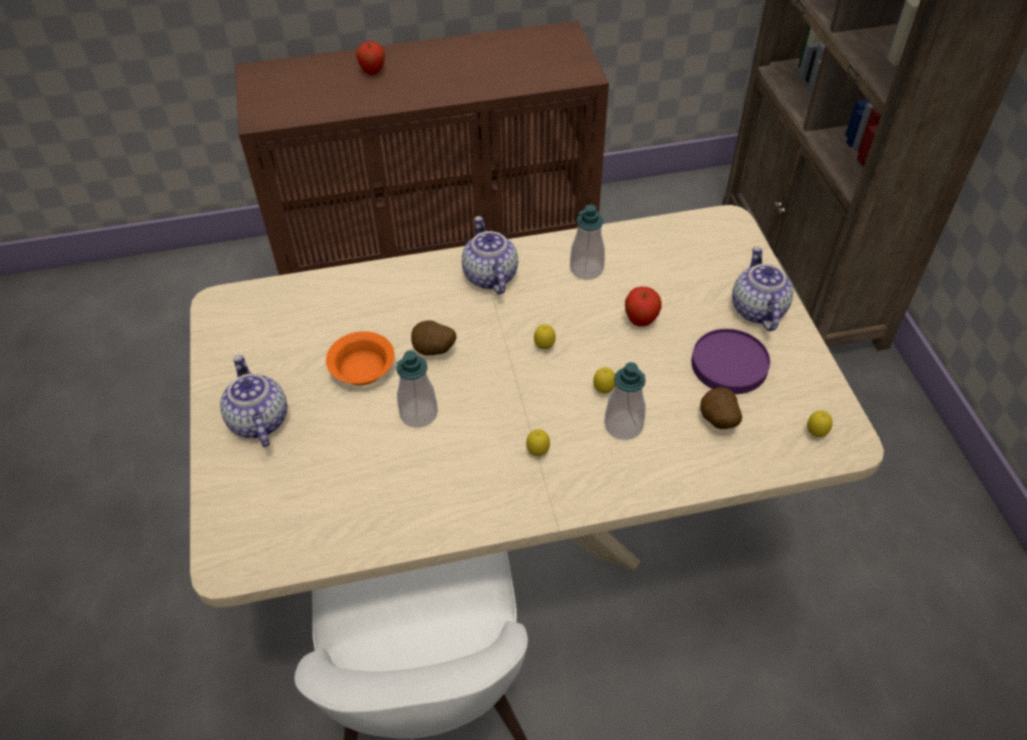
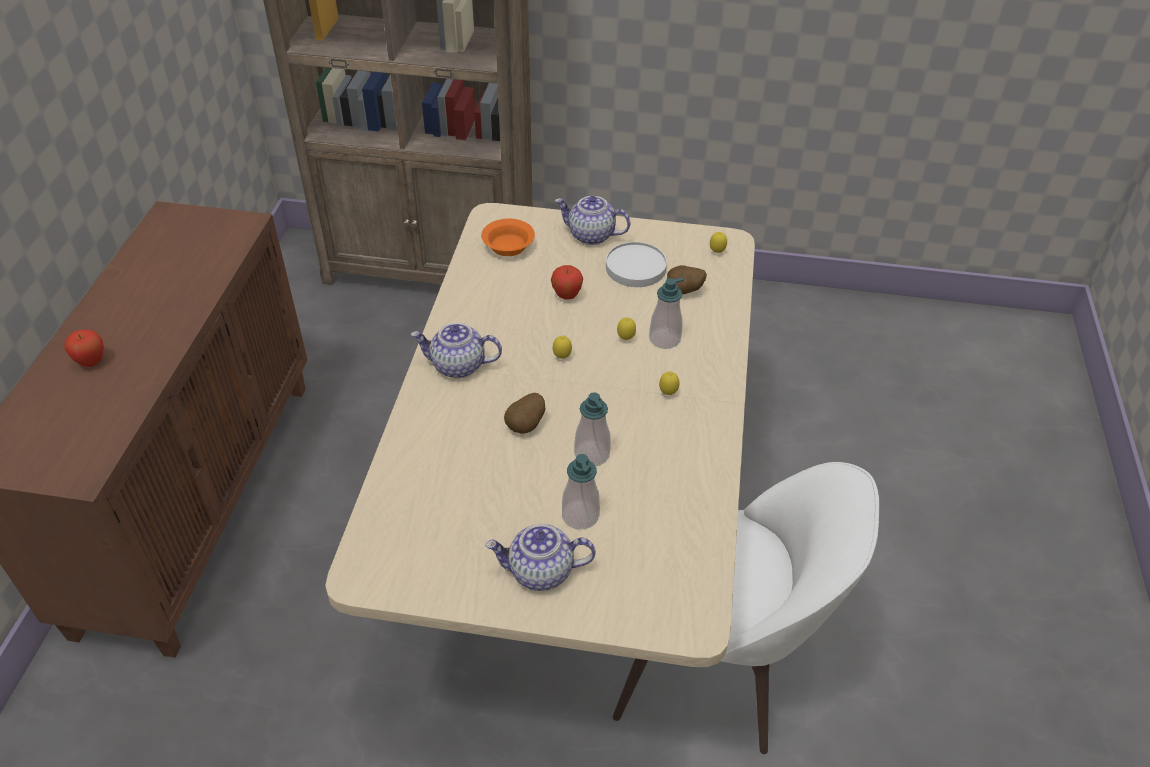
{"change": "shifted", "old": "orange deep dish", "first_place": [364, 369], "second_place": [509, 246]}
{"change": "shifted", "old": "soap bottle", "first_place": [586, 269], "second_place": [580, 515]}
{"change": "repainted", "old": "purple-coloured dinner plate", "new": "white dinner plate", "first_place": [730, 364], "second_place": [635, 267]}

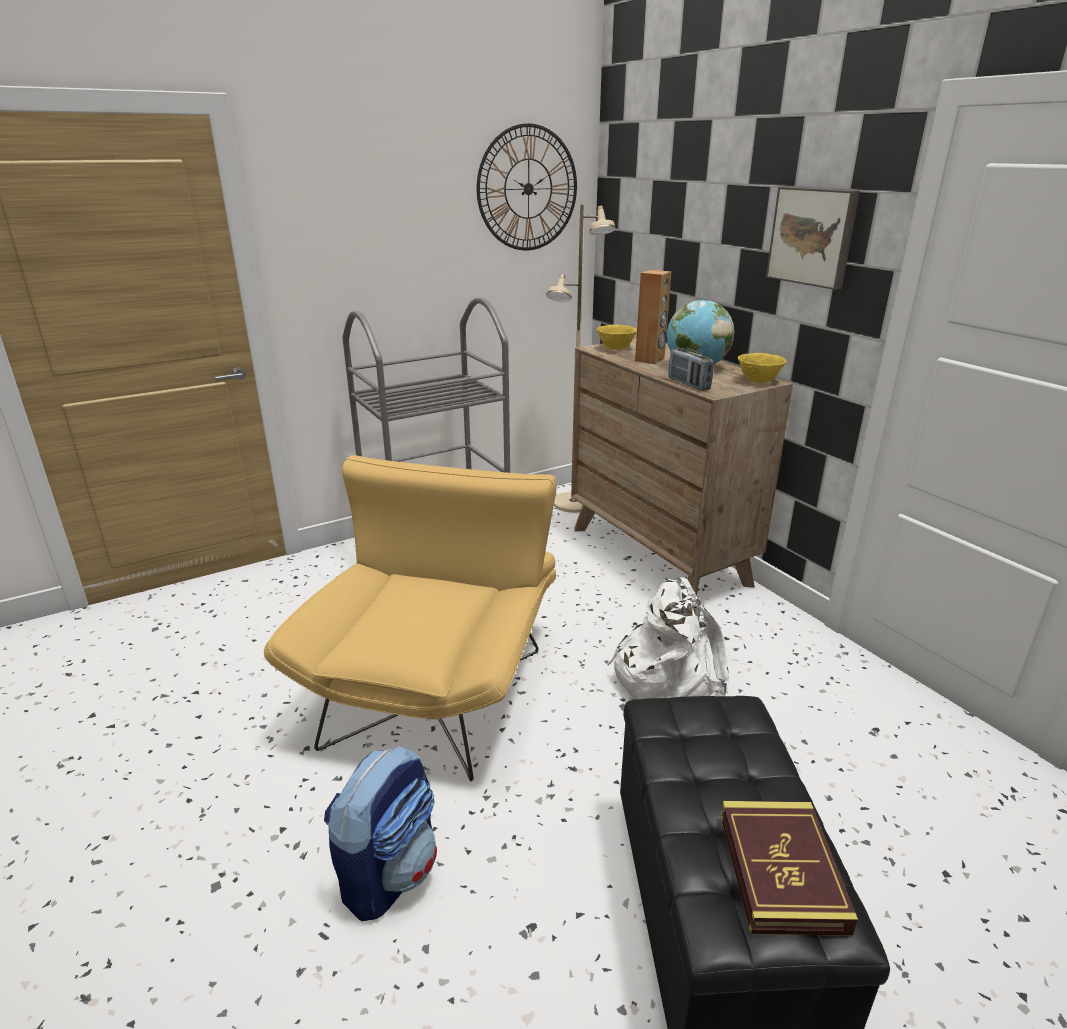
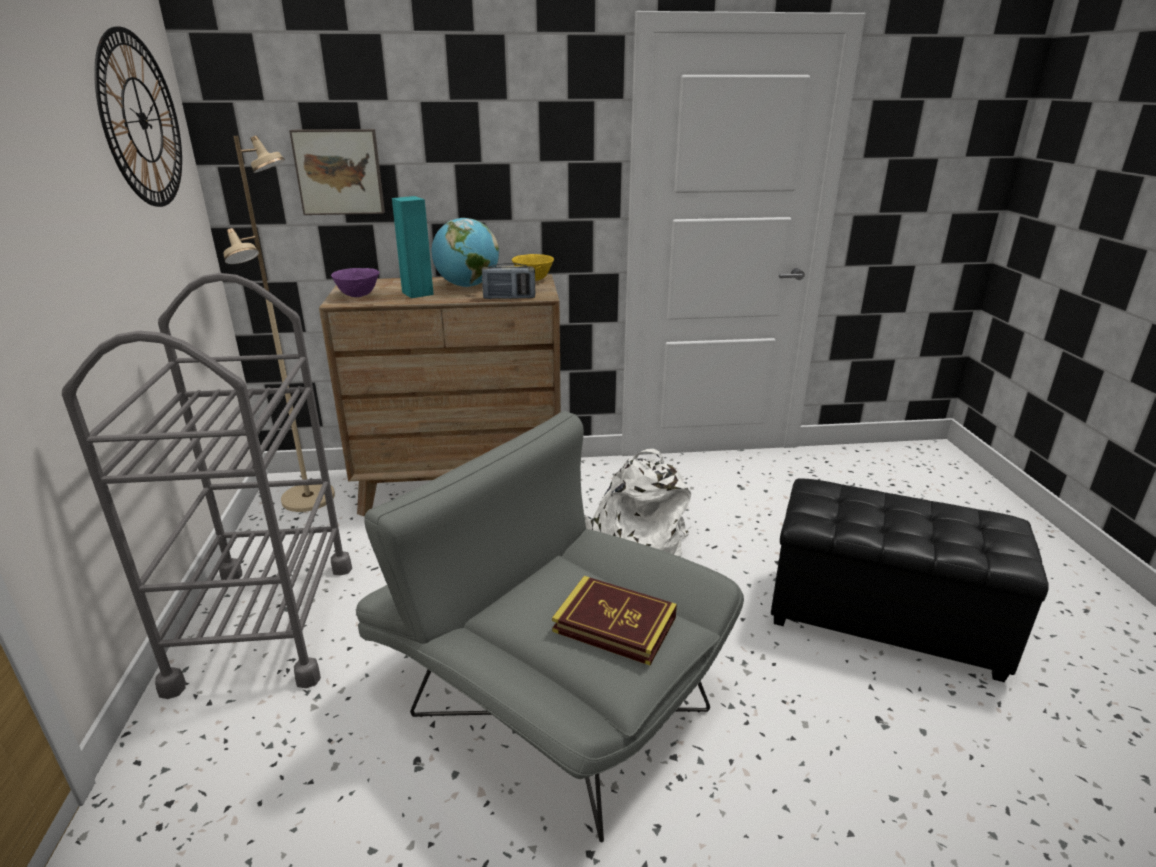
{"change": "shifted", "old": "picture", "first_place": [813, 236], "second_place": [339, 172]}
{"change": "repainted", "old": "yellow-coloured deep dish", "new": "purple-coloured deep dish", "first_place": [615, 349], "second_place": [358, 296]}
{"change": "repainted", "old": "yellow-coloured armchair", "new": "greyish armchair", "first_place": [438, 683], "second_place": [546, 696]}
{"change": "repainted", "old": "brownish audio speaker", "new": "turquoise audio speaker", "first_place": [650, 360], "second_place": [418, 293]}
{"change": "shifted", "old": "book", "first_place": [781, 870], "second_place": [614, 624]}
{"change": "gone", "old": "rucksack", "first_place": [389, 872]}

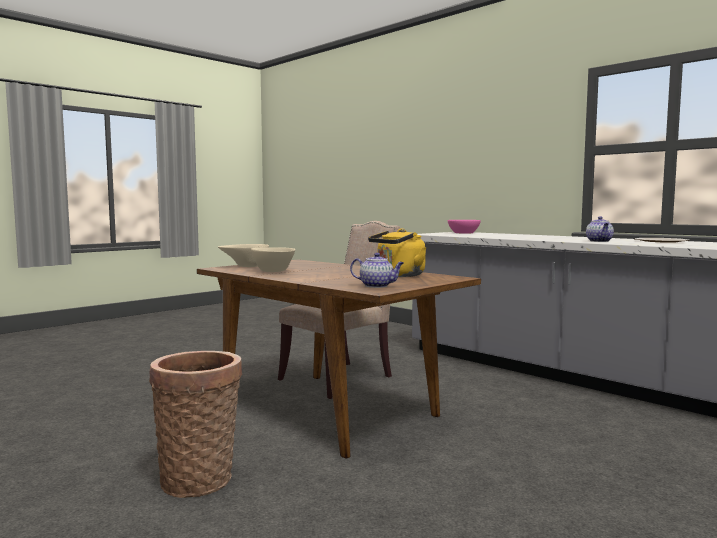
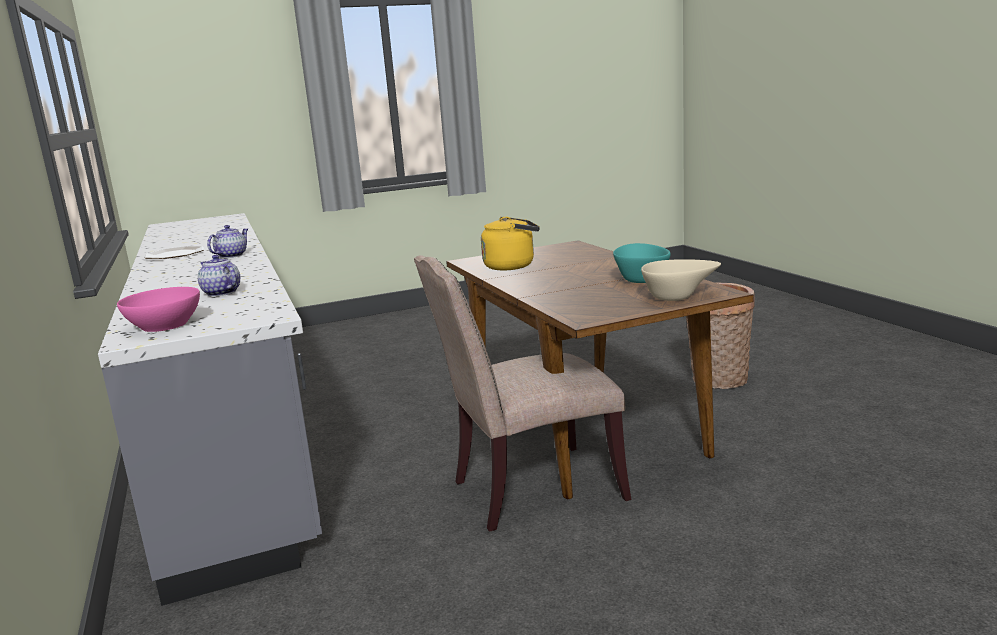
{"change": "shifted", "old": "teapot", "first_place": [377, 286], "second_place": [221, 293]}
{"change": "repainted", "old": "beige-coloured deep dish", "new": "turquoise deep dish", "first_place": [274, 271], "second_place": [641, 279]}

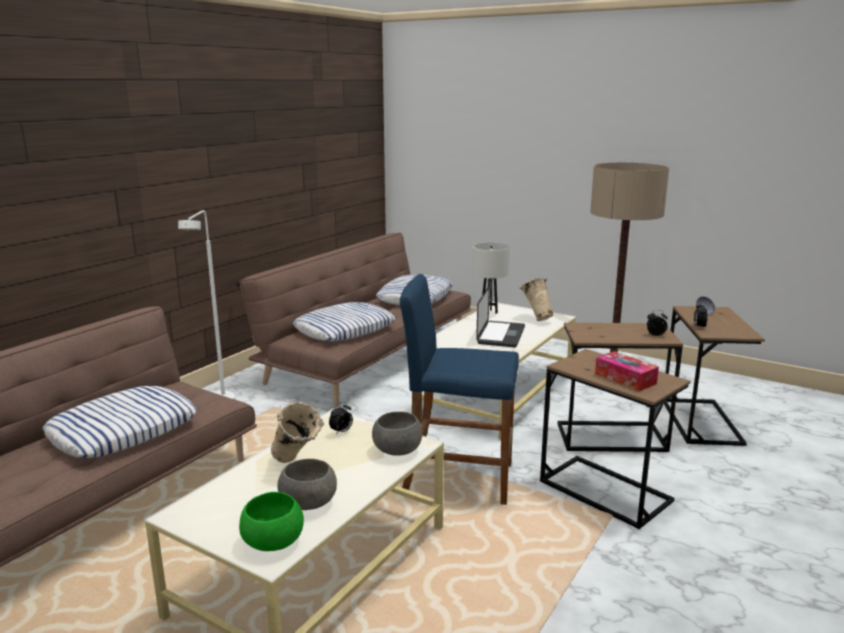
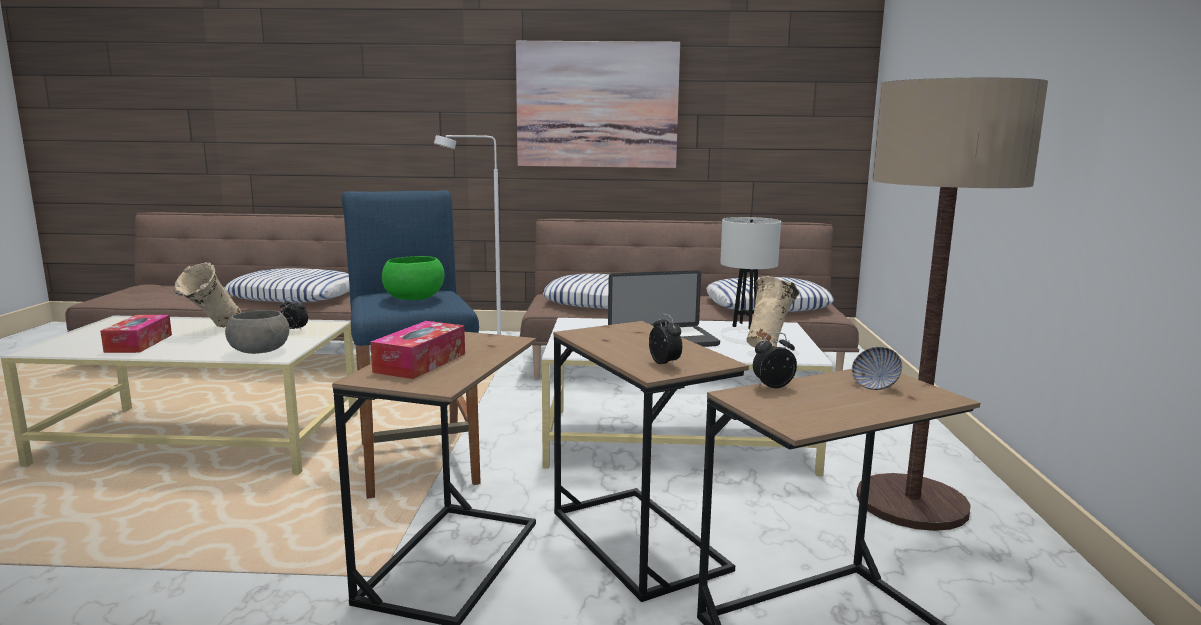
{"change": "swapped", "old": "greyish deep dish", "new": "tissue holder", "first_place": [309, 502], "second_place": [139, 343]}
{"change": "shifted", "old": "greenish deep dish", "first_place": [272, 541], "second_place": [414, 298]}
{"change": "new", "new": "picture", "second_place": [597, 105]}

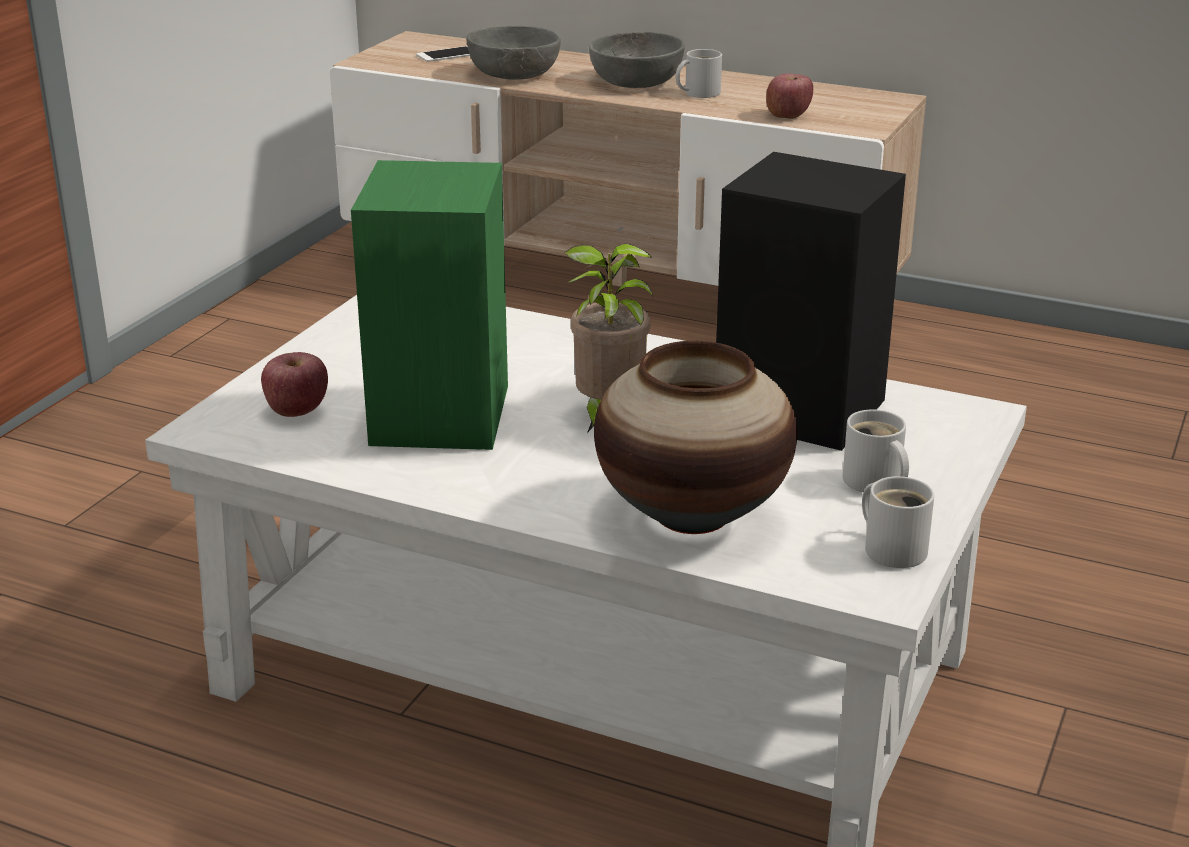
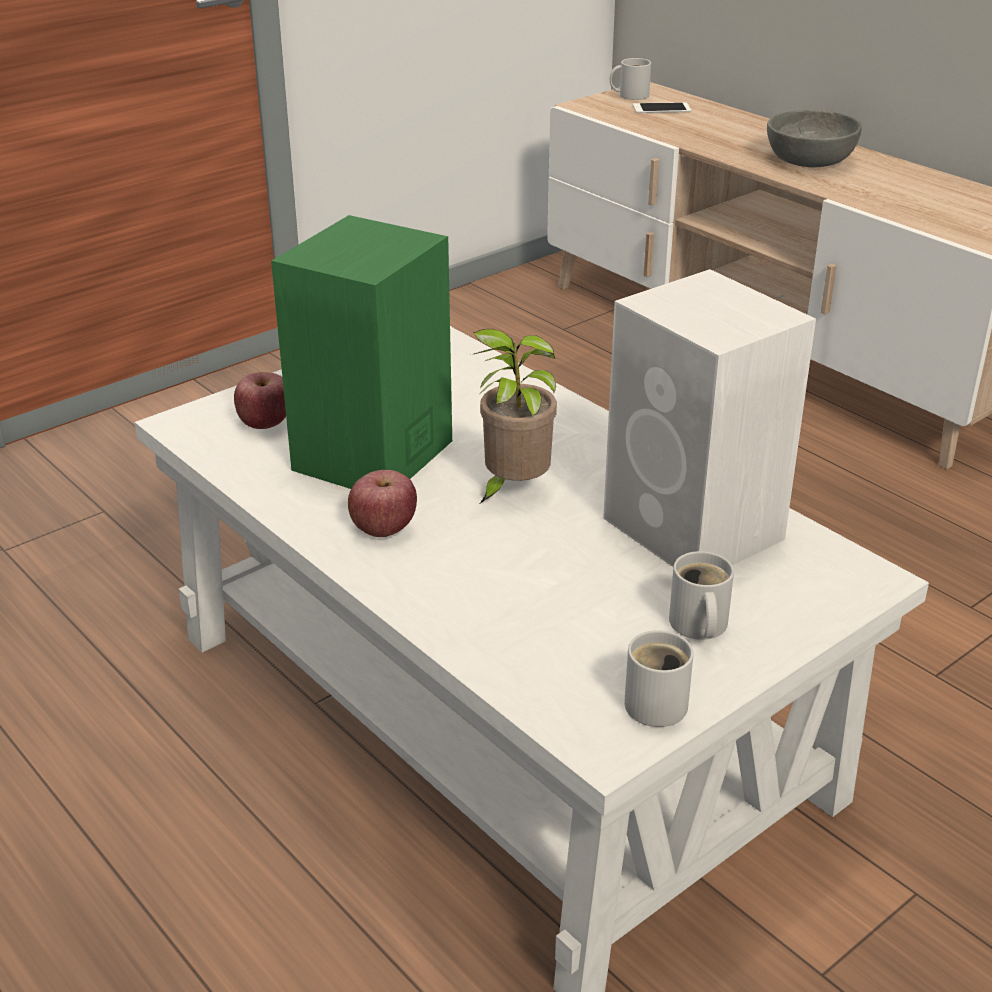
{"change": "shifted", "old": "apple", "first_place": [788, 115], "second_place": [383, 528]}
{"change": "repainted", "old": "black-coloured audio speaker", "new": "white audio speaker", "first_place": [804, 410], "second_place": [696, 531]}
{"change": "shifted", "old": "white tea mug", "first_place": [698, 93], "second_place": [630, 95]}
{"change": "gone", "old": "greyish deep dish", "first_place": [514, 73]}
{"change": "gone", "old": "flower vase", "first_place": [692, 516]}

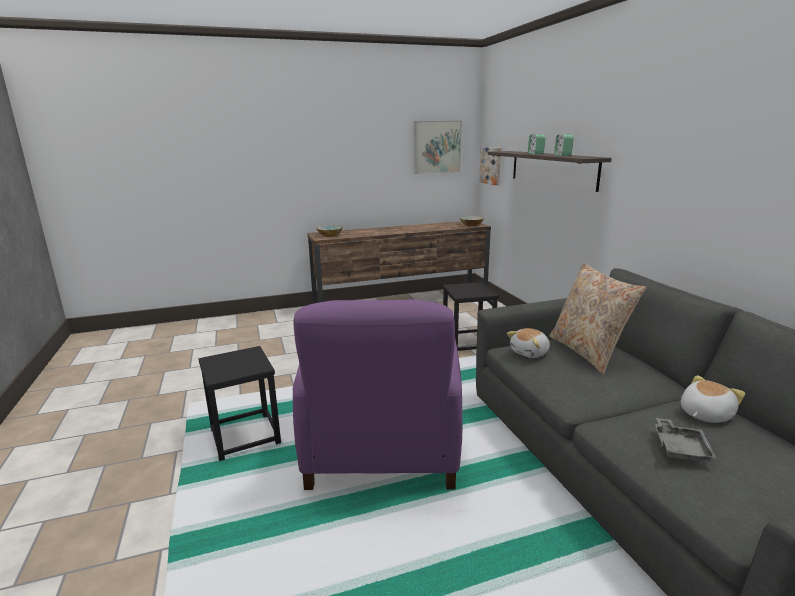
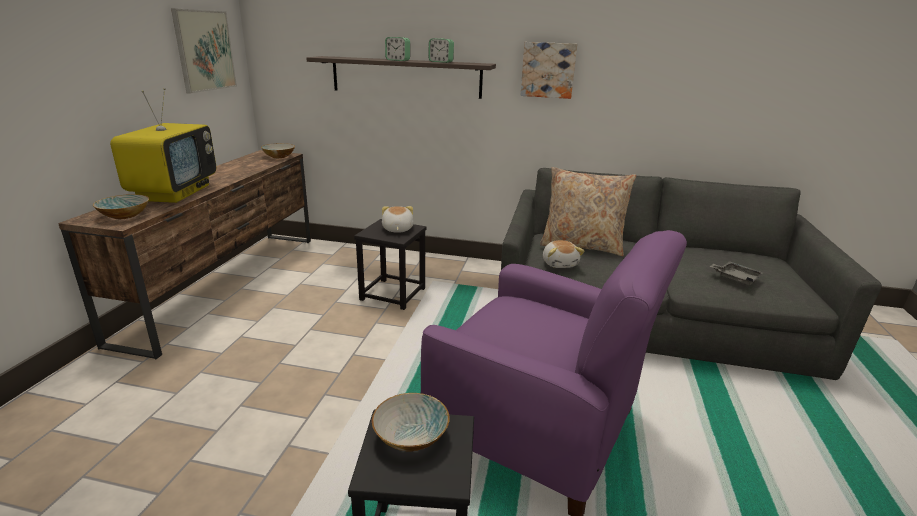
{"change": "new", "new": "TV set", "second_place": [175, 192]}
{"change": "new", "new": "deep dish", "second_place": [411, 437]}
{"change": "shifted", "old": "cuddly toy", "first_place": [704, 414], "second_place": [397, 229]}
{"change": "shifted", "old": "picture", "first_place": [491, 165], "second_place": [548, 70]}

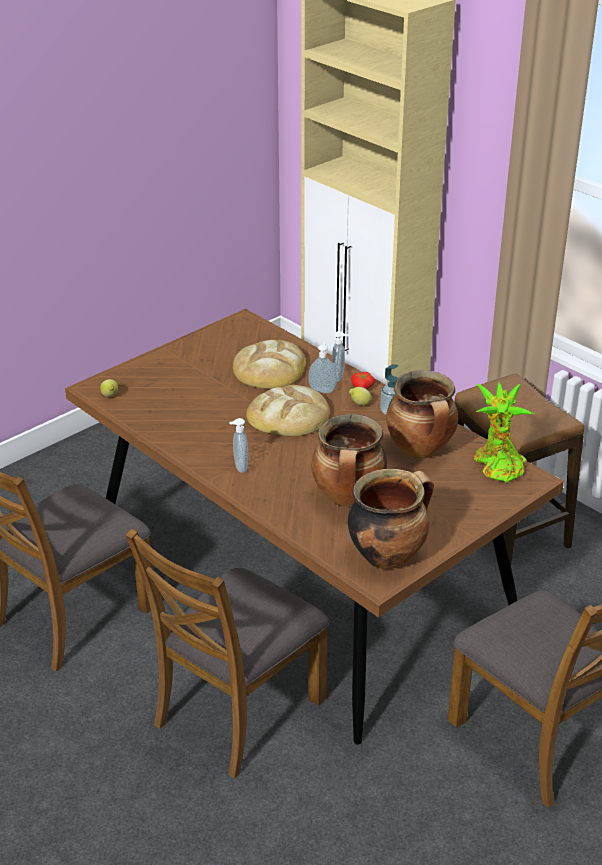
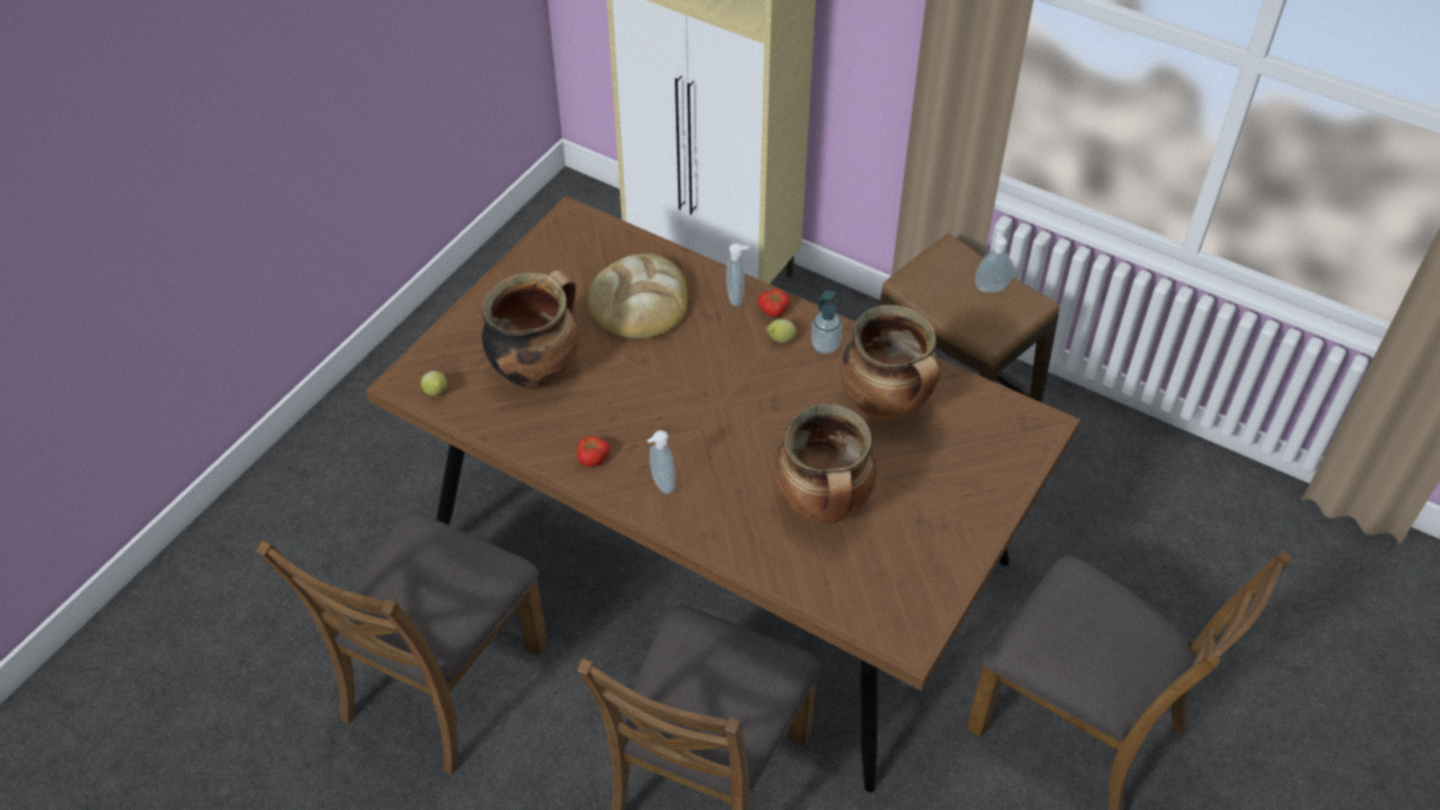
{"change": "shifted", "old": "saucepot", "first_place": [387, 555], "second_place": [536, 369]}
{"change": "new", "new": "fresh tomato", "second_place": [592, 457]}
{"change": "shifted", "old": "soap bottle", "first_place": [322, 390], "second_place": [990, 287]}
{"change": "gone", "old": "bread", "first_place": [289, 416]}
{"change": "gone", "old": "houseplant", "first_place": [497, 464]}

